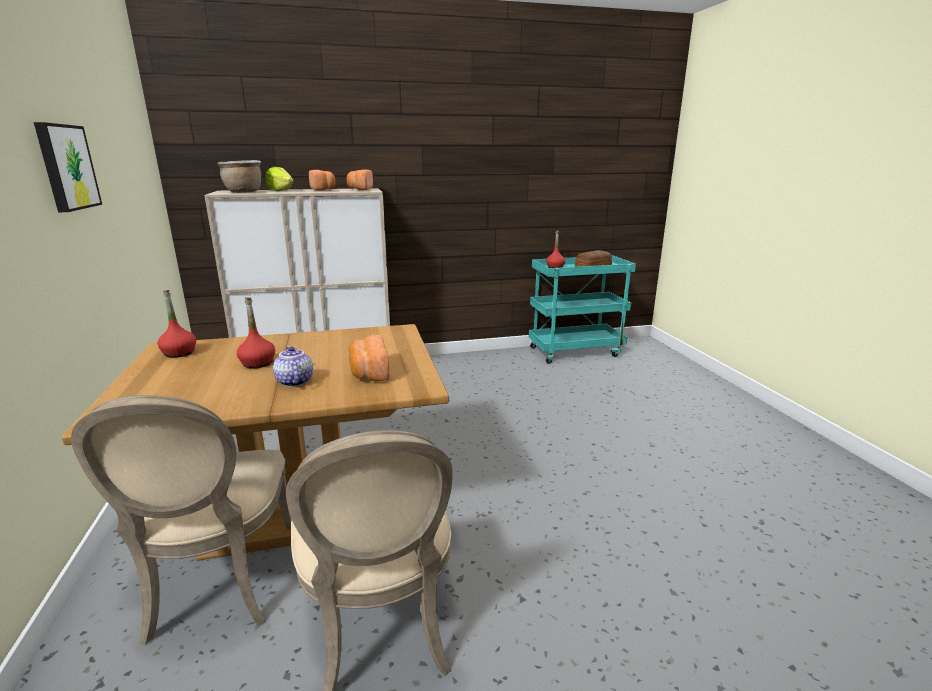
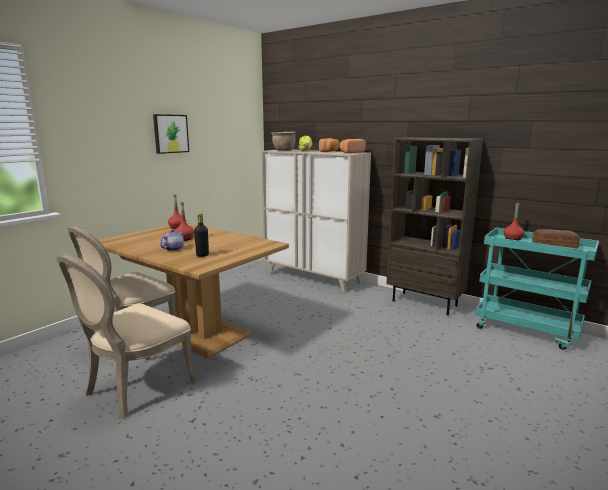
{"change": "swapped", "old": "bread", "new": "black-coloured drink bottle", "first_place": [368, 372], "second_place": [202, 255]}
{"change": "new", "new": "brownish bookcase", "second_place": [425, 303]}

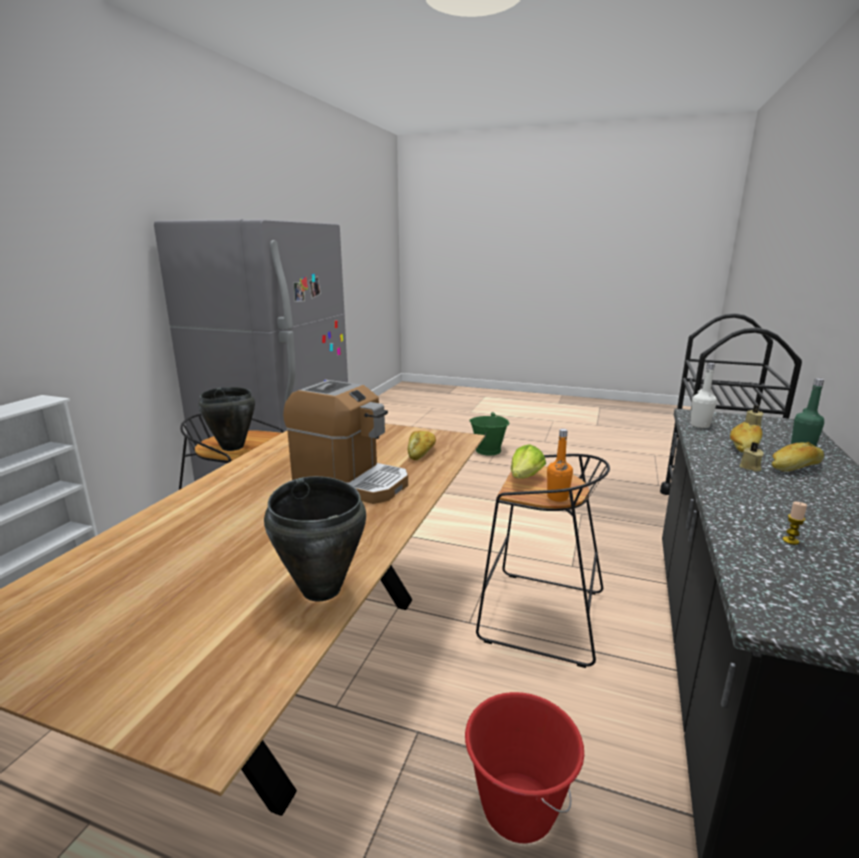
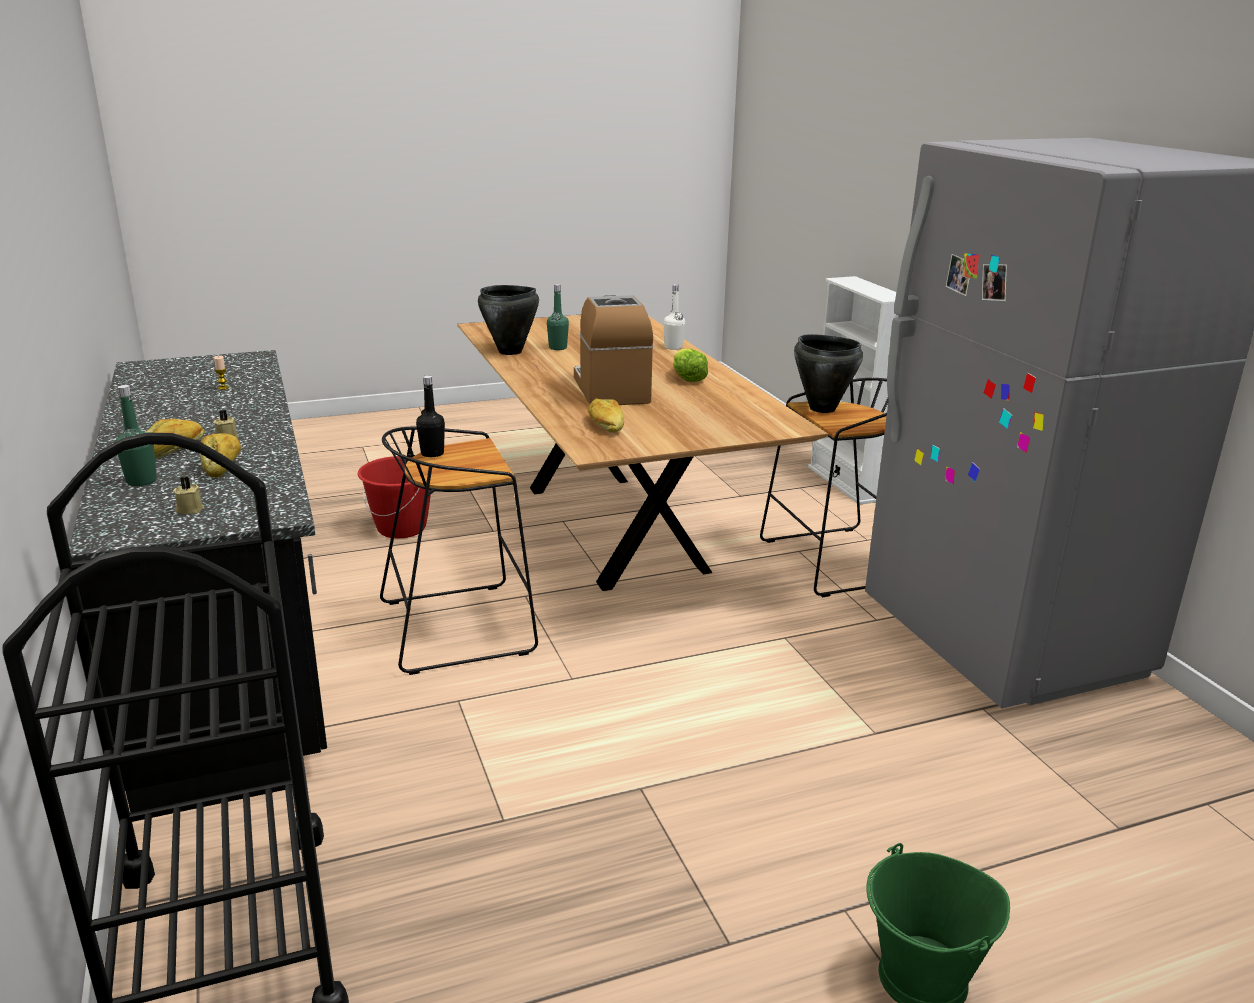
{"change": "repainted", "old": "orange drink bottle", "new": "black-coloured drink bottle", "first_place": [557, 497], "second_place": [432, 453]}
{"change": "new", "new": "greenish drink bottle", "second_place": [558, 348]}
{"change": "rotated", "old": "coffee maker", "first_place": [350, 481], "second_place": [610, 390], "degrees": 90}
{"change": "shifted", "old": "white drink bottle", "first_place": [700, 425], "second_place": [673, 347]}
{"change": "shifted", "old": "lettuce head", "first_place": [525, 477], "second_place": [687, 378]}

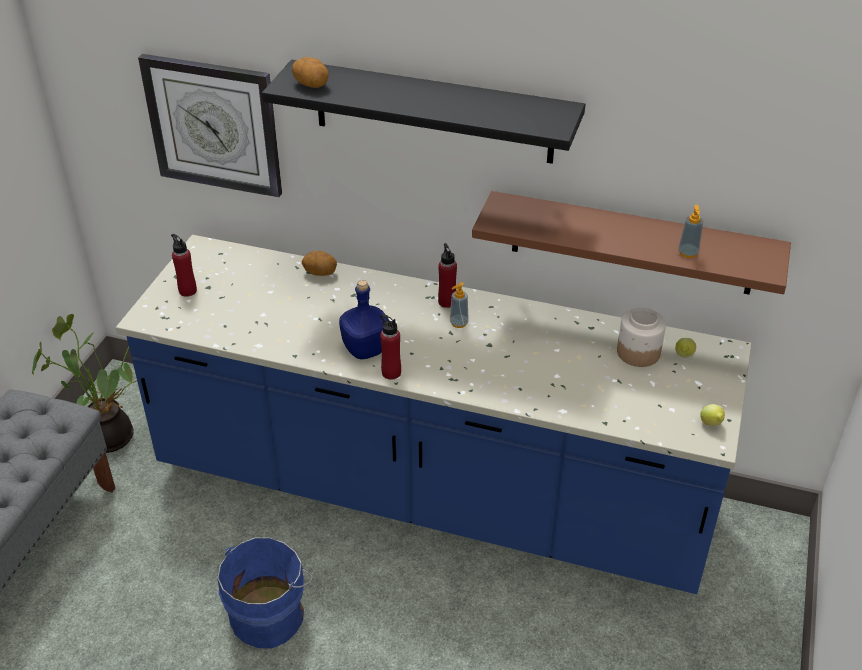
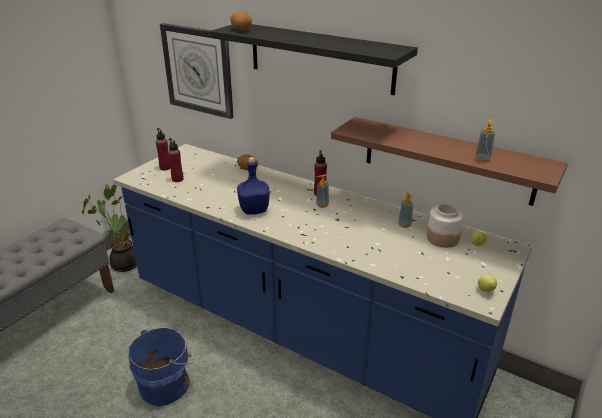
{"change": "shifted", "old": "red drink bottle", "first_place": [391, 372], "second_place": [177, 179]}
{"change": "new", "new": "soap bottle", "second_place": [404, 225]}

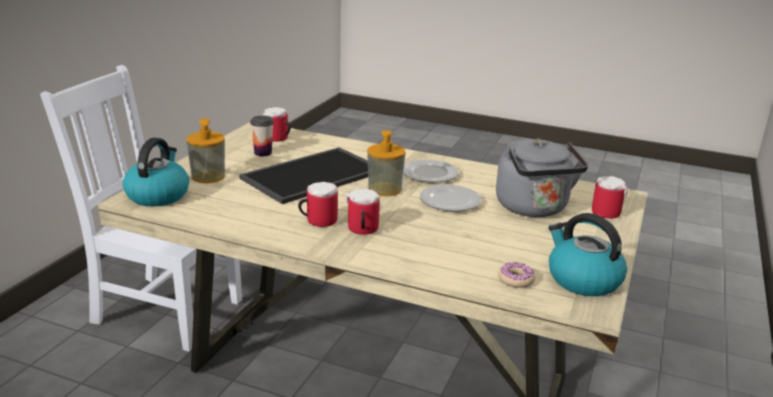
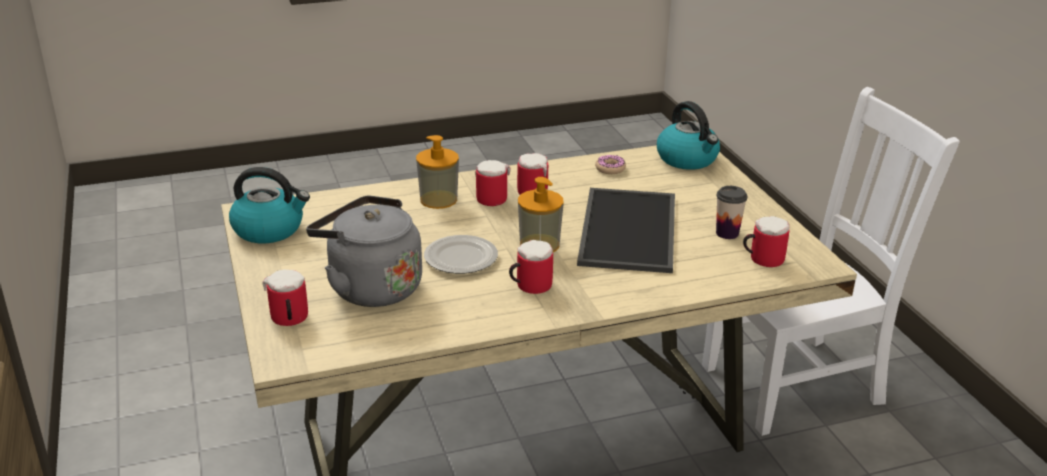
{"change": "shifted", "old": "soap bottle", "first_place": [208, 176], "second_place": [438, 199]}
{"change": "swapped", "old": "dinner plate", "new": "tea mug", "first_place": [430, 174], "second_place": [529, 285]}
{"change": "shifted", "old": "ring doughnut", "first_place": [516, 280], "second_place": [610, 169]}

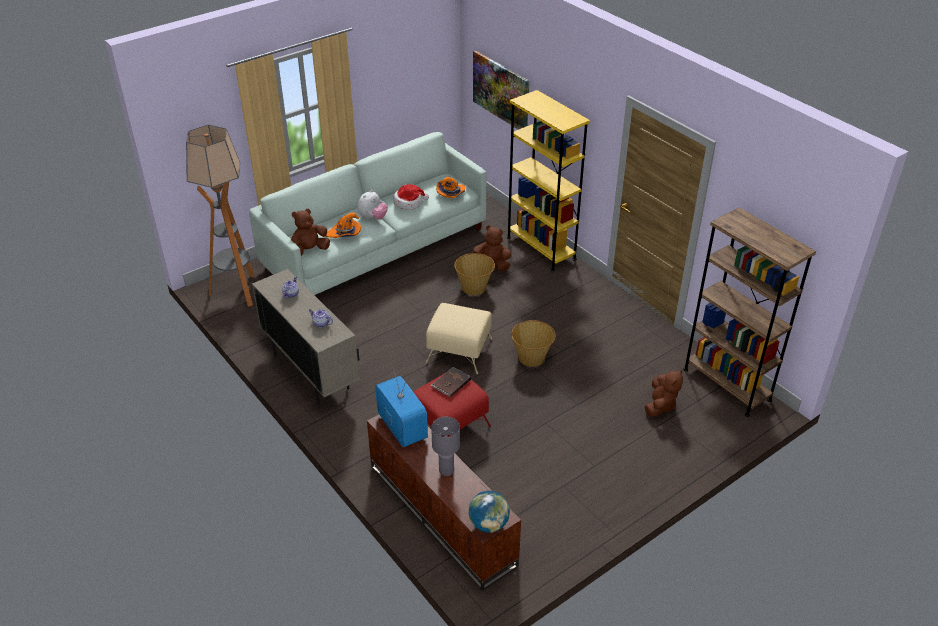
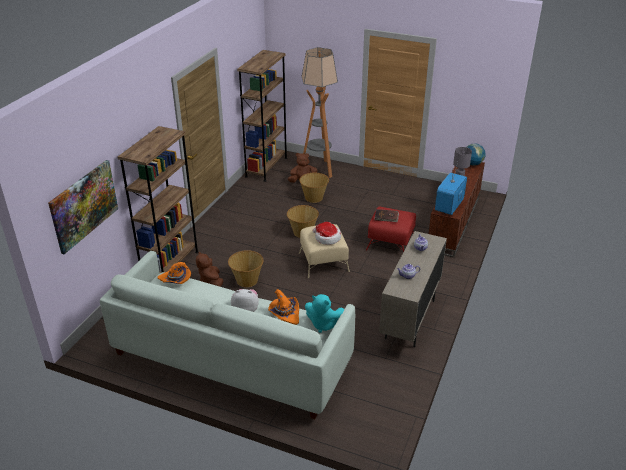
{"change": "repainted", "old": "yellow-coloured bookcase", "new": "brownish bookcase", "first_place": [541, 248], "second_place": [170, 265]}
{"change": "new", "new": "household basket", "second_place": [314, 197]}
{"change": "shifted", "old": "standing lamp", "first_place": [237, 291], "second_place": [319, 169]}
{"change": "repainted", "old": "brownish cuddly toy", "new": "turquoise cuddly toy", "first_place": [309, 250], "second_place": [324, 324]}
{"change": "shifted", "old": "wearable hat", "first_place": [409, 203], "second_place": [327, 238]}

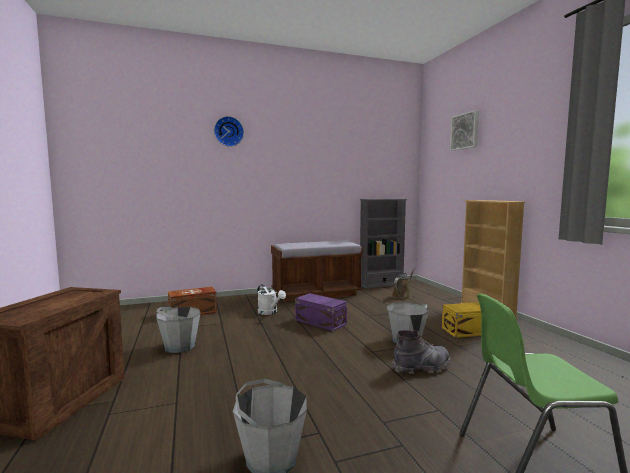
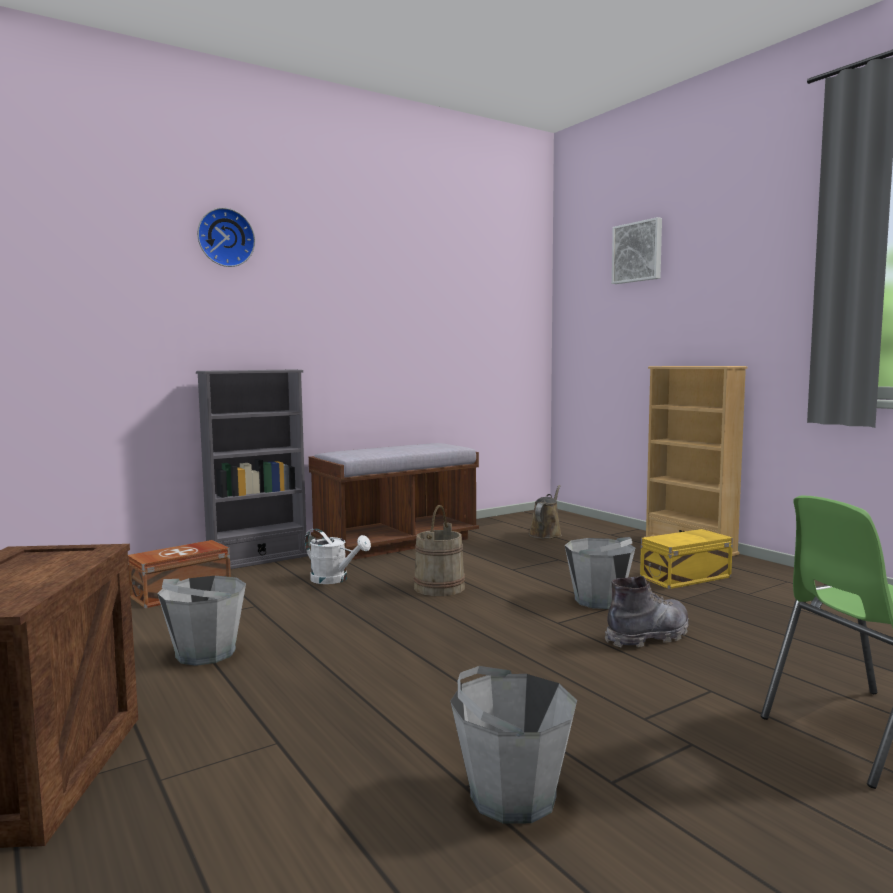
{"change": "shifted", "old": "greyish bookcase", "first_place": [381, 285], "second_place": [258, 560]}
{"change": "swapped", "old": "purple-coloured storage bin", "new": "beige-coloured water bucket", "first_place": [320, 322], "second_place": [439, 587]}

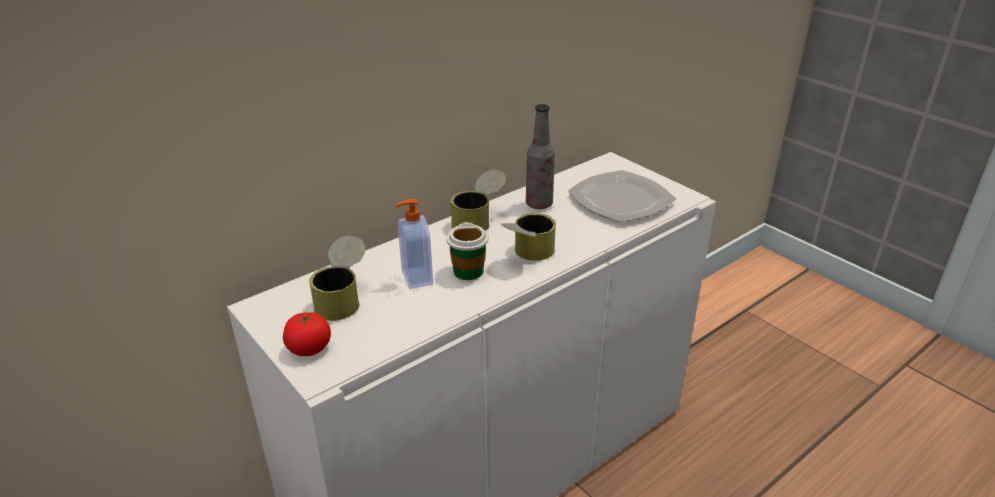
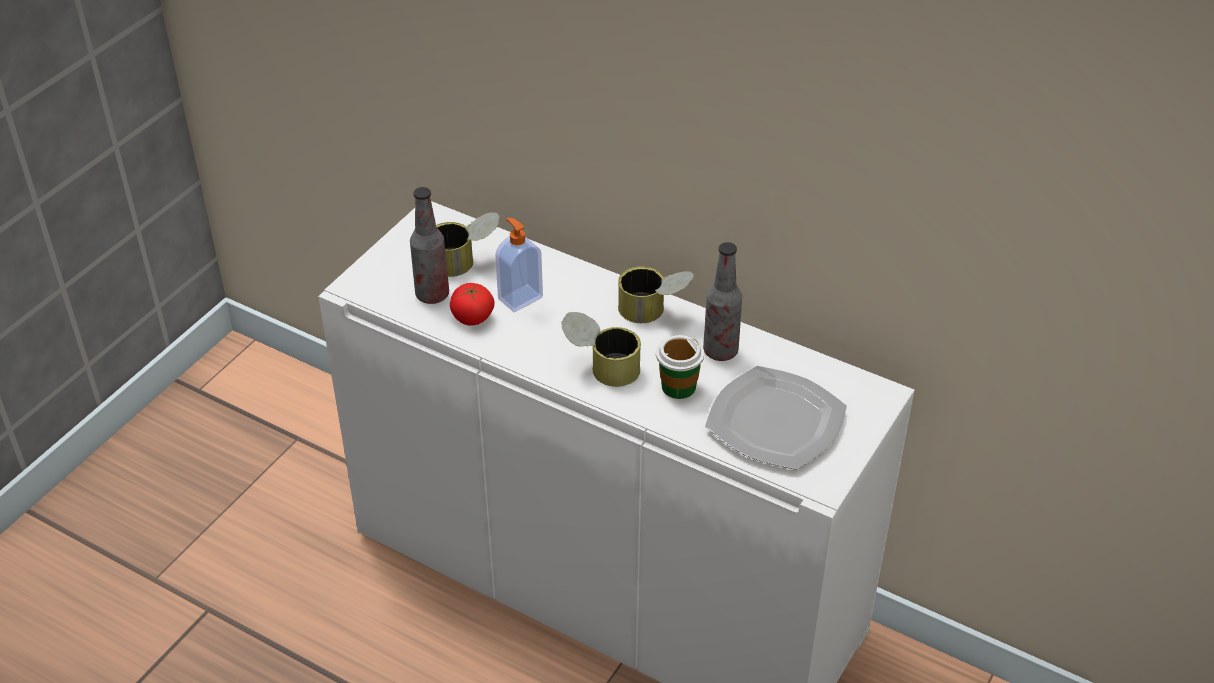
{"change": "new", "new": "drink bottle", "second_place": [432, 295]}
{"change": "shifted", "old": "fresh tomato", "first_place": [309, 348], "second_place": [472, 317]}
{"change": "shifted", "old": "drinking cup", "first_place": [468, 271], "second_place": [678, 386]}

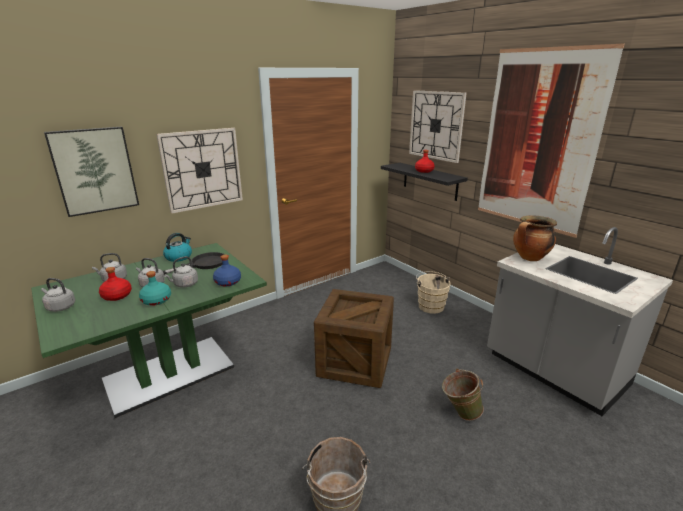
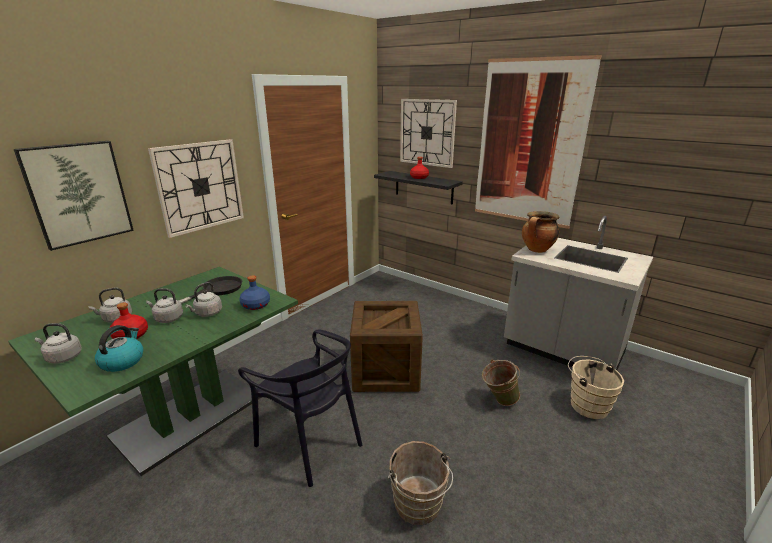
{"change": "shifted", "old": "tea kettle", "first_place": [179, 257], "second_place": [122, 361]}
{"change": "new", "new": "black-coloured upright chair", "second_place": [310, 442]}
{"change": "shifted", "old": "beige-coloured water bucket", "first_place": [430, 305], "second_place": [586, 404]}
{"change": "gone", "old": "turquoise drink bottle", "first_place": [157, 300]}

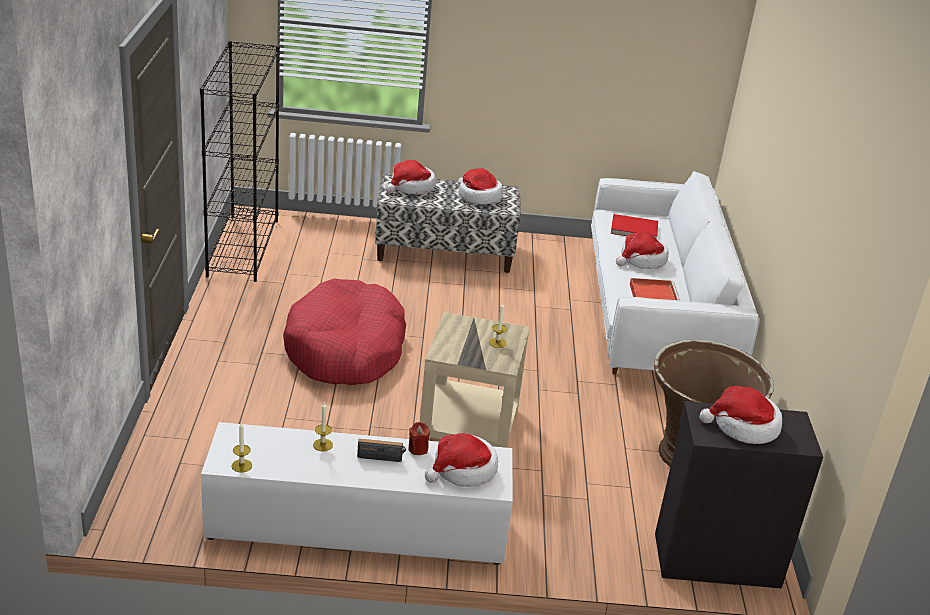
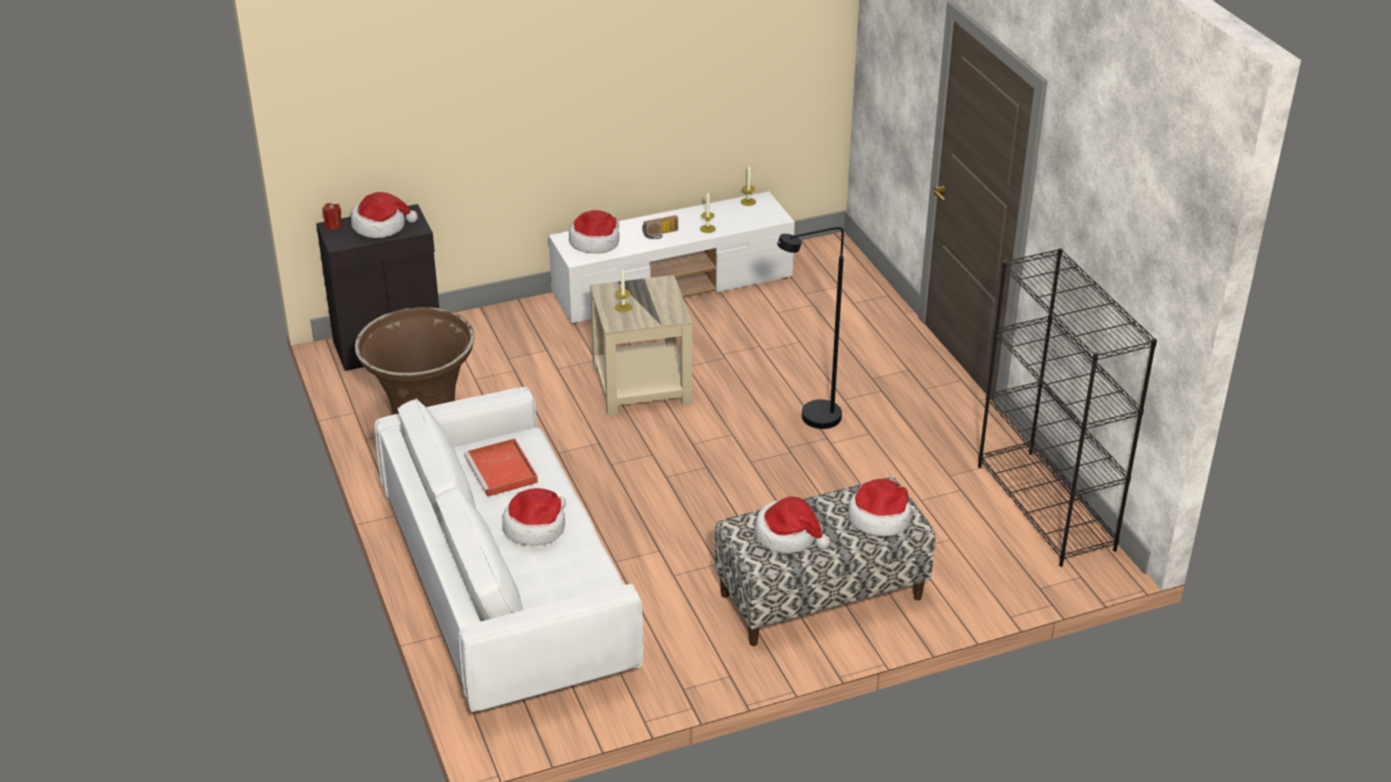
{"change": "shifted", "old": "red wax candle", "first_place": [418, 449], "second_place": [333, 225]}
{"change": "swapped", "old": "red dog bed", "new": "black-coloured standing lamp", "first_place": [345, 349], "second_place": [811, 420]}
{"change": "gone", "old": "red book", "first_place": [634, 230]}

